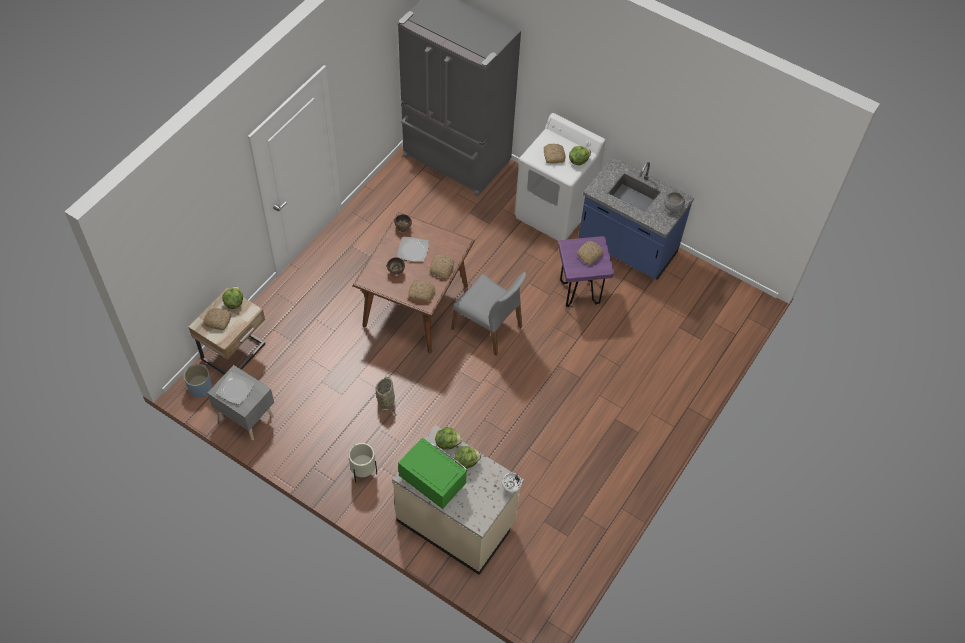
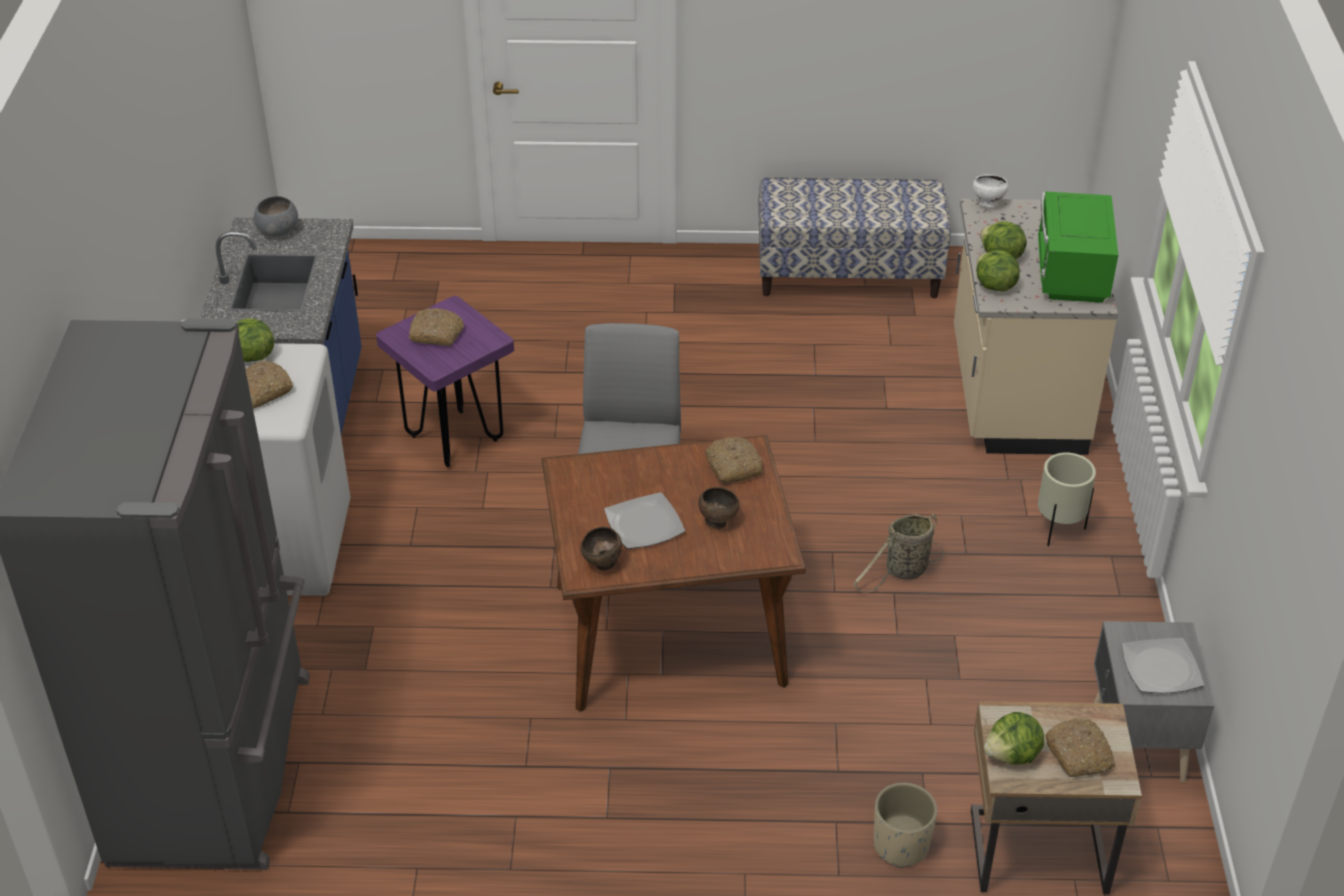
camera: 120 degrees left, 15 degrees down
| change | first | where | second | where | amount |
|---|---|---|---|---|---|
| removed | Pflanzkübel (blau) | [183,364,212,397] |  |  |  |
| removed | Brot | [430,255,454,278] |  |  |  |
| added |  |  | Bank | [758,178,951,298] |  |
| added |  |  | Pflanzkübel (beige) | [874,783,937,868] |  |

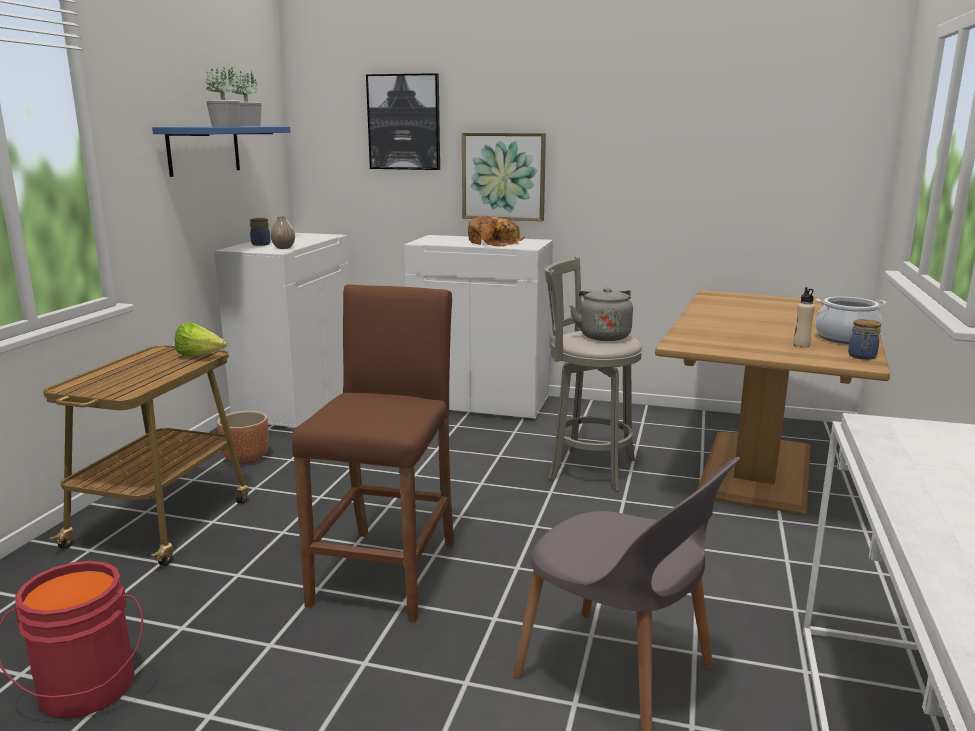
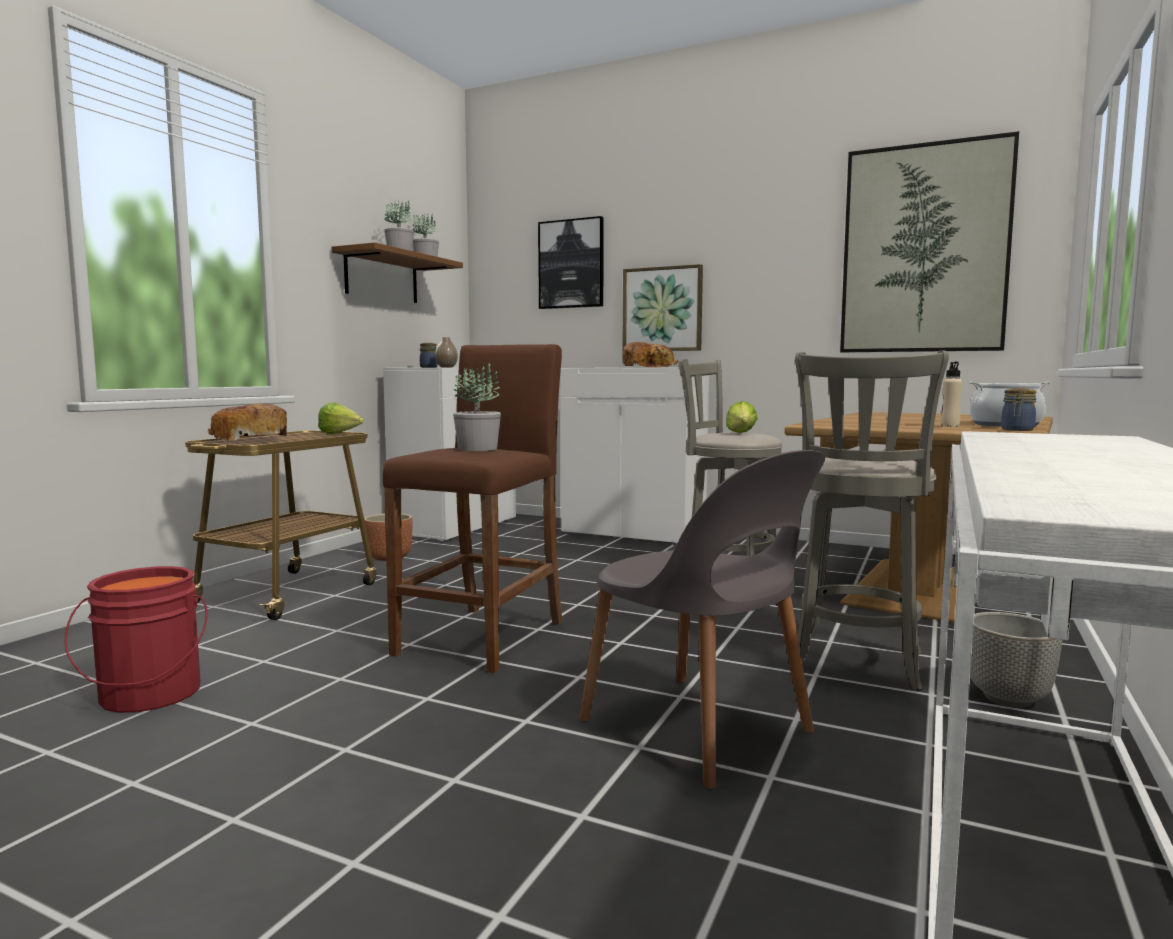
camera: 10 degrees right, 10 degrees down
| change | first | where | second | where | amount |
|---|---|---|---|---|---|
| recoloured | Wandregal (blau) | [152,126,290,177] | Wandregal (braun) | [332,242,463,303] |  |
| replaced | Wasserkessel (grau) | [570,287,633,341] | Salatkopf | [726,401,758,433] |  |
| added |  |  | Brot | [208,404,287,441] |  |
| added |  |  | Topfpflanze | [453,363,501,451] |  |
| added |  |  | Hocker (grau) | [790,351,949,691] |  |
| added |  |  | Bild | [840,131,1019,352] |  |
| added |  |  | Pflanzkübel | [970,612,1063,708] |  |

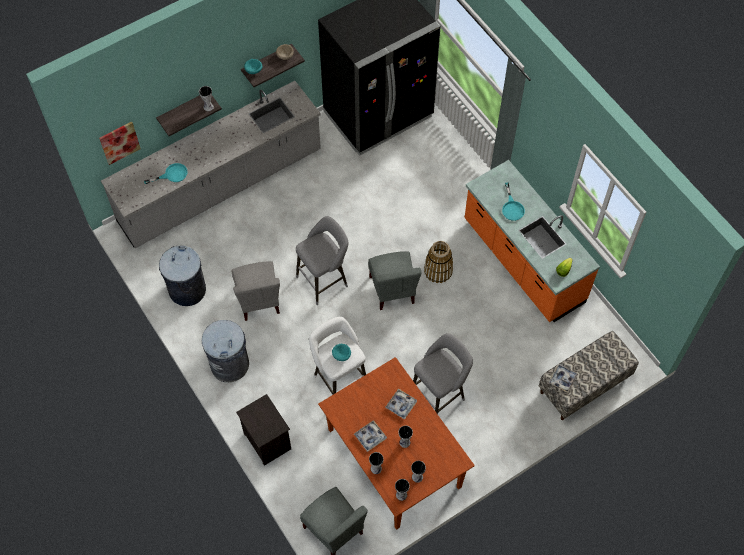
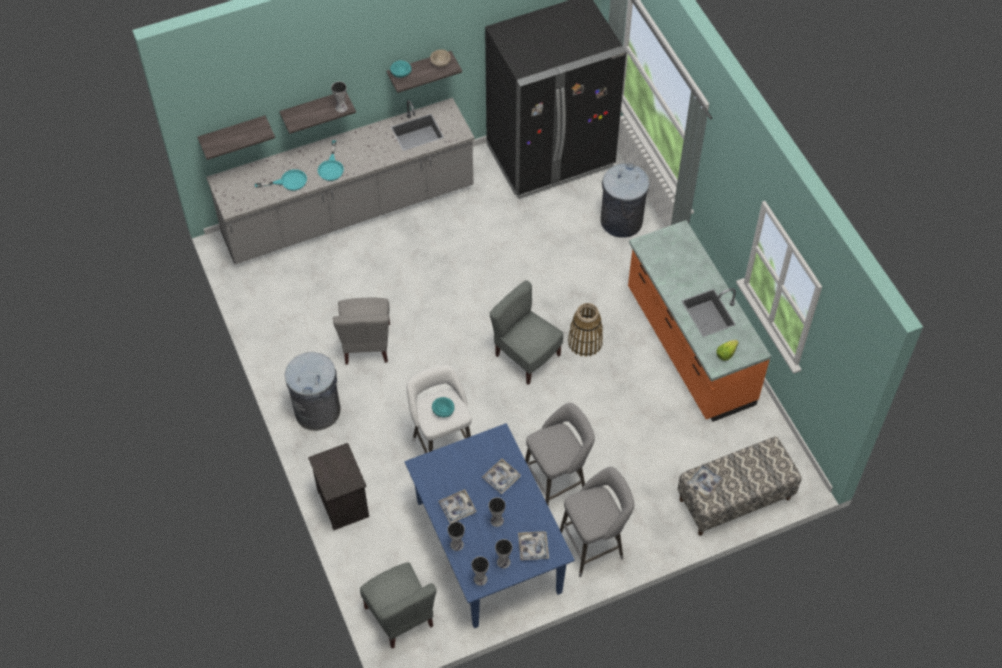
camera: 10 degrees right, 5 degrees down
| change | first | where | second | where | amount |
|---|---|---|---|---|---|
| replaced | Bild | [99,121,141,165] | Wandregal | [198,115,275,160] |  |
| moved | Mülleimer (grau) | [159,245,206,306] |  | [600,163,649,238] |  |
| moved | Hocker (grau) | [296,216,349,305] |  | [560,467,634,577] |  |
| recoloured | Esstisch (braun) | [318,357,475,530] | Esstisch (blau) | [405,423,575,628] |  |
| turned | Stuhl (grau) | [368,251,422,310] |  | [490,280,563,385] | 135 degrees clockwise |
| moved | Pfanne (türkis) | [502,183,525,221] |  | [318,140,344,181] |  |
| added |  |  | Tablett | [518,531,549,560] |  |

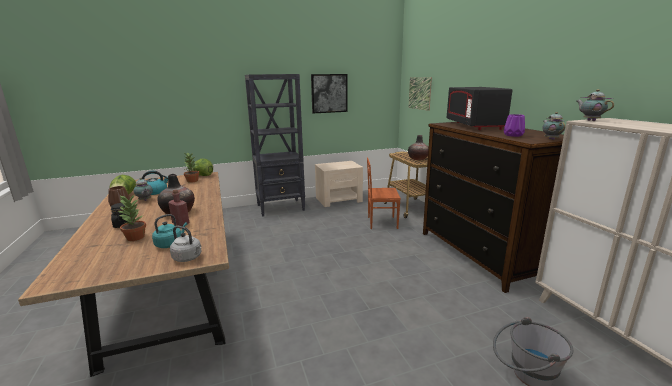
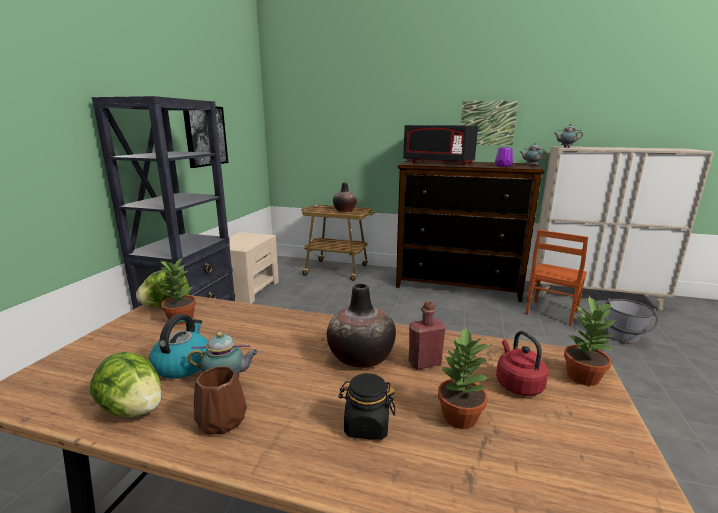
camera: 55 degrees left, 0 degrees up
| change | first | where | second | where | amount |
|---|---|---|---|---|---|
| recoloured | Wasserkessel (türkis) | [152,214,187,248] | Wasserkessel (rot) | [496,331,549,396] |  |
| replaced | Wasserkessel (grau) | [170,226,202,262] | Topfpflanze | [564,296,616,386] |  |
| moved | Stuhl (braun) | [367,158,401,229] |  | [525,230,588,326] |  |
| moved | Bild | [408,77,432,111] |  | [461,100,518,145] |  |

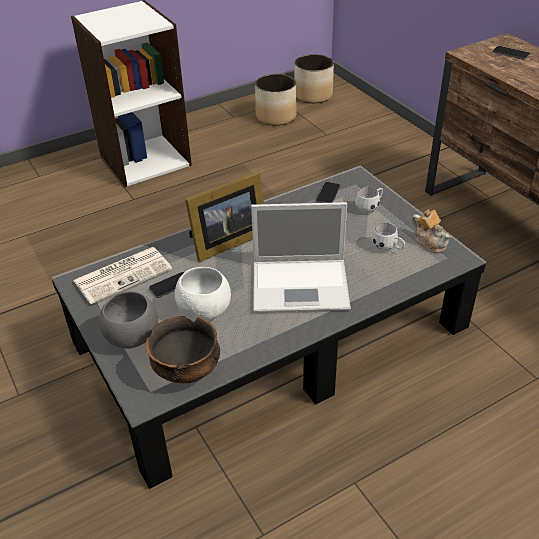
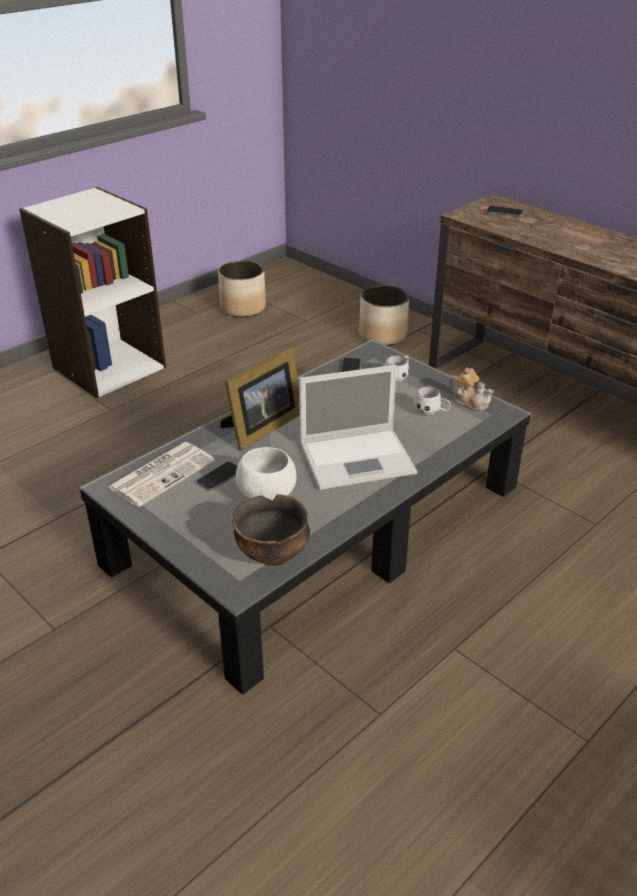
camera: 15 degrees left, 5 degrees down
| change | first | where | second | where | amount |
|---|---|---|---|---|---|
| removed | Schüssel (grau) | [99,291,158,349] |  |  |  |
| moved | Pflanzkübel | [294,54,334,103] |  | [359,285,409,345] |  |

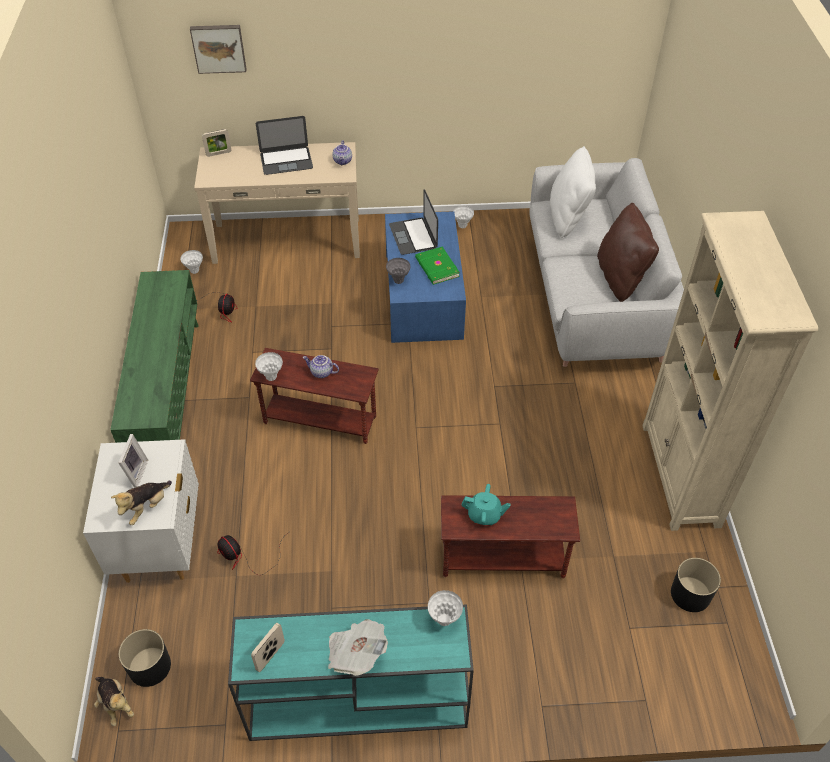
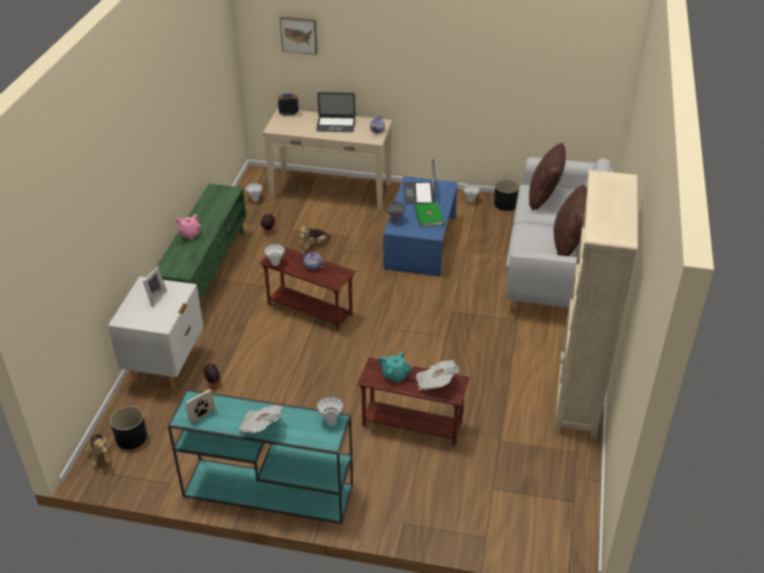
camera: 15 degrees right, 10 degrees down
| change | first | where | second | where | amount |
|---|---|---|---|---|---|
| moved | Plüschtier | [111,480,172,525] |  | [299,226,331,249] |  |
| replaced | Bilderrahmen | [202,129,231,157] | Wecker | [278,93,299,116] |  |
| recoloured | Kissen (weiß) | [550,146,596,238] | Kissen (braun) | [529,142,566,210] |  |
| moved | Pflanzkübel (schwarz) | [671,558,721,612] |  | [494,180,520,211] |  |
| added |  |  | Teekanne (rosa) | [176,214,201,240] |  |
| added |  |  | Zeitung | [416,360,458,390] |  |

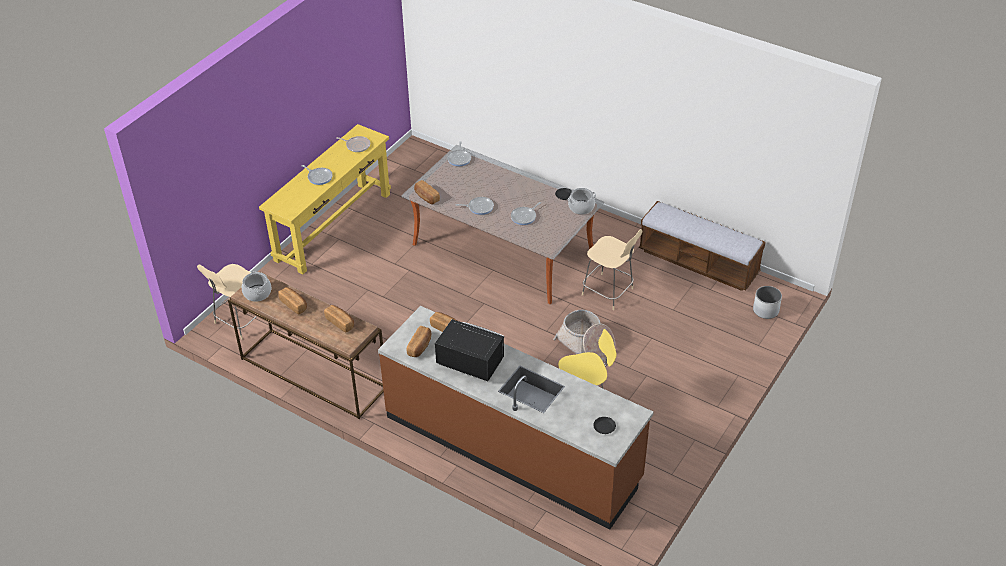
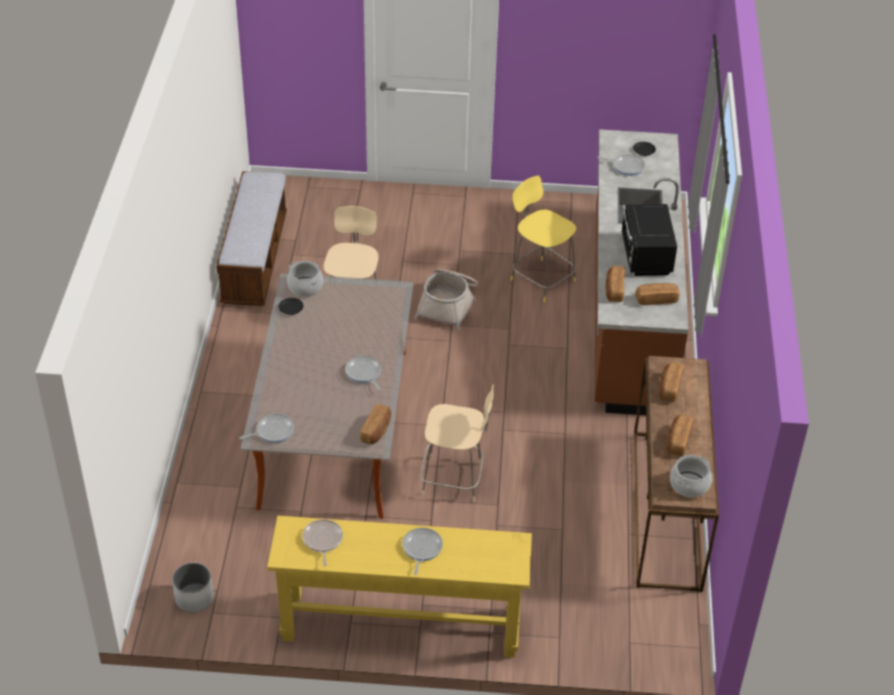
camera: 120 degrees left, 0 degrees up
| change | first | where | second | where | amount |
|---|---|---|---|---|---|
| moved | Hocker (beige) | [197,264,256,340] |  | [420,384,494,502] |  |
| moved | Pfanne | [511,202,541,225] |  | [597,154,645,176] |  |
| moved | Pflanzkübel (weiß) | [753,286,782,319] |  | [172,562,214,613] |  |

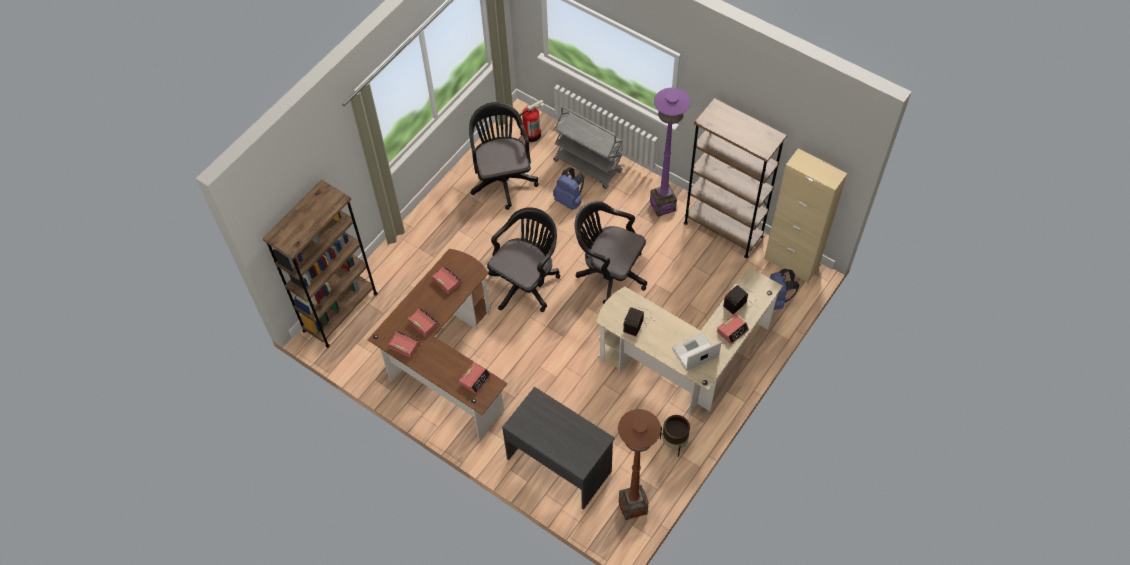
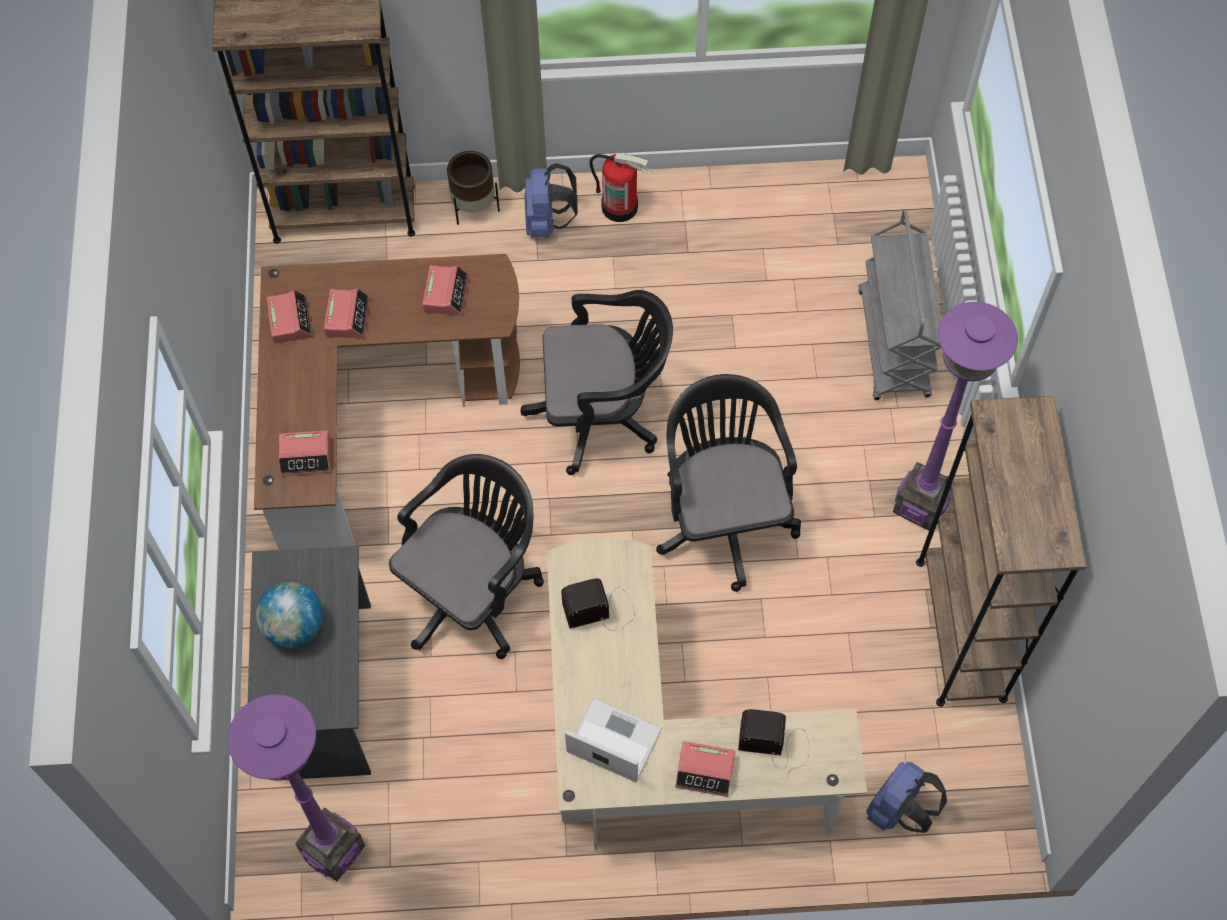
camera: 50 degrees right, 5 degrees up
| change | first | where | second | where | amount |
|---|---|---|---|---|---|
| moved | Bürostuhl (schwarz) | [469,102,538,210] |  | [389,454,544,659] |  |
| moved | Feuerlöscher | [517,99,546,142] |  | [589,153,652,222] |  |
| moved | Rucksack (blau) | [553,167,584,210] |  | [525,163,578,238] |  |
| recoloured | Stehlampe (braun) | [618,409,661,520] | Stehlampe (lila) | [228,694,365,881] |  |
| moved | Pflanzkübel (braun) | [660,415,690,457] |  | [447,151,500,225] |  |
| removed | Schrank (beige) | [764,148,847,283] |  |  |  |
| added |  |  | Globus | [256,582,323,648] |  |

